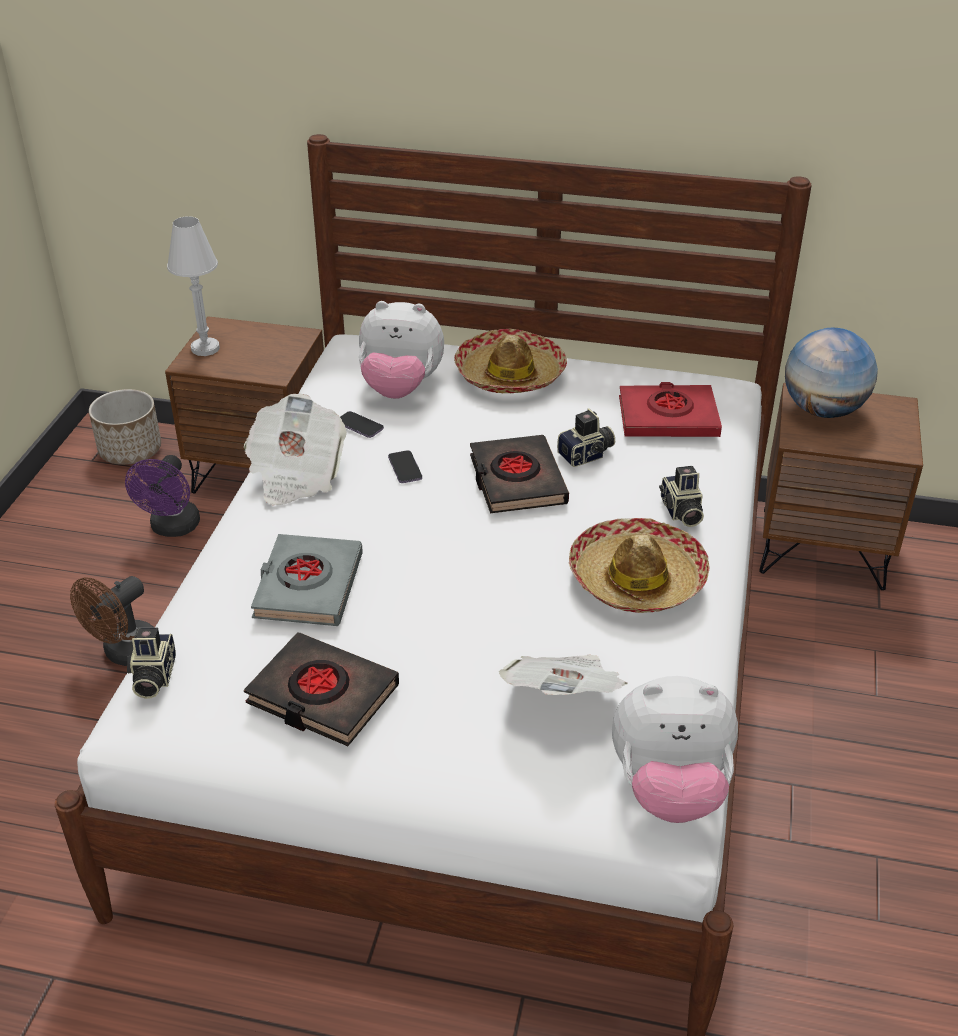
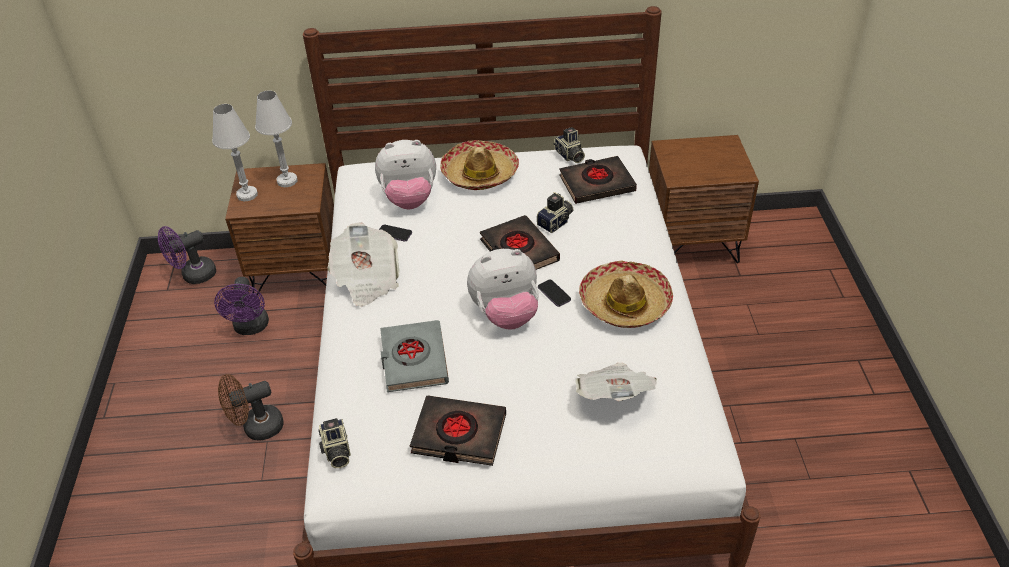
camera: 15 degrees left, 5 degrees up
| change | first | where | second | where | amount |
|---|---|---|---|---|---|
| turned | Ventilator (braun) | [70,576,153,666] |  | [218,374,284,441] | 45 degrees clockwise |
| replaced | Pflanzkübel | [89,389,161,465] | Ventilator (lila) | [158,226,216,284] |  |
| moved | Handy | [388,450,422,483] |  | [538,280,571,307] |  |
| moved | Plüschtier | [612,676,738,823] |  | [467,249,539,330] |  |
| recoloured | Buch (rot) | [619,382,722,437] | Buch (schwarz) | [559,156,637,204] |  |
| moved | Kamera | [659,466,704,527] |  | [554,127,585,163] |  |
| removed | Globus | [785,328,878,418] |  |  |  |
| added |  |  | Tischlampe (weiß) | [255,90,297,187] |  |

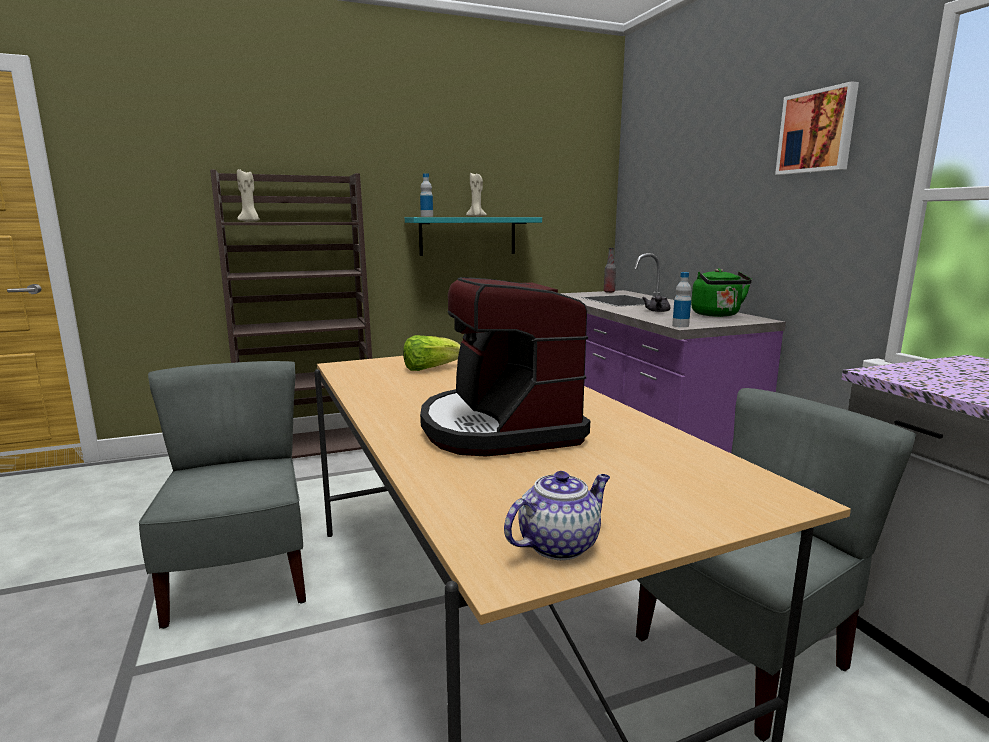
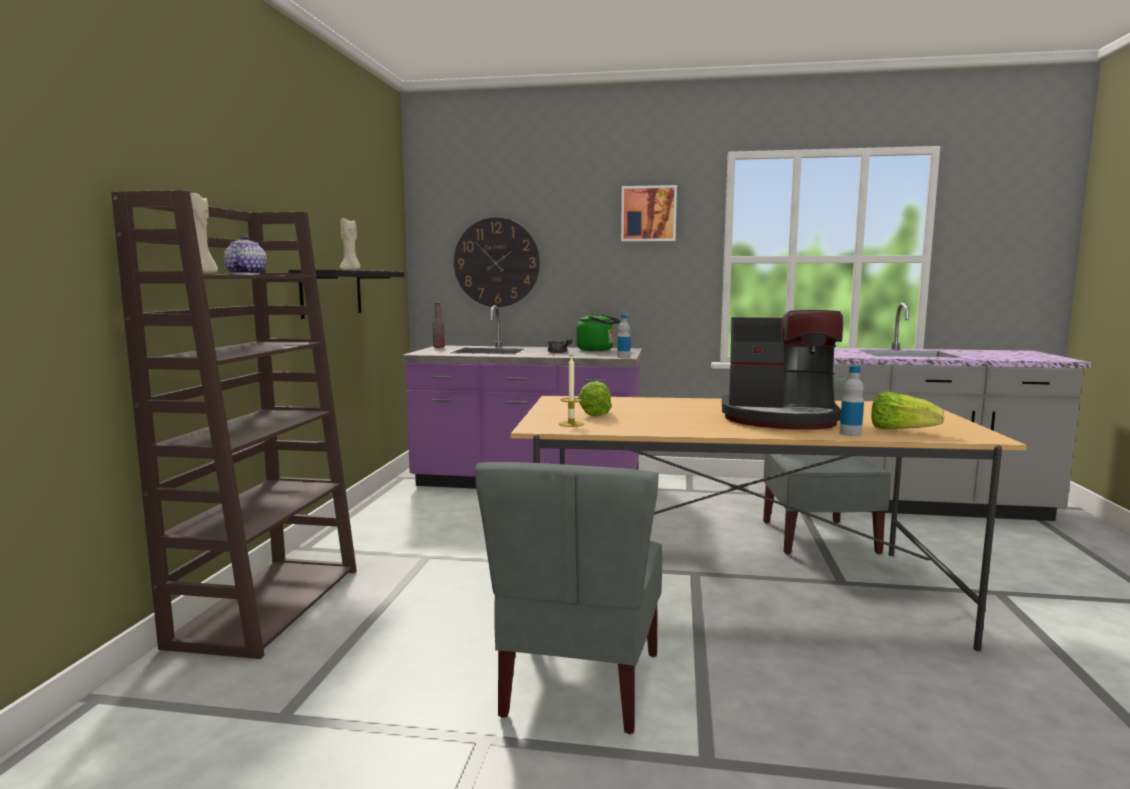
camera: 60 degrees left, 5 degrees down
| change | first | where | second | where | amount |
|---|---|---|---|---|---|
| turned | Stuhl (grau) | [139,361,306,629] |  | [475,462,662,734] | 90 degrees counterclockwise |
| recoloured | Wandregal (türkis) | [405,217,542,256] | Wandregal (schwarz) | [288,270,404,319] |  |
| moved | Flasche | [420,173,433,217] |  | [840,366,864,436] |  |
| moved | Teekanne | [504,471,610,560] |  | [224,235,267,275] |  |
| added |  |  | Wanduhr | [454,217,540,307] |  |
| added |  |  | Kerze | [559,356,584,427] |  |
| added |  |  | Salatkopf | [871,392,945,429] |  |

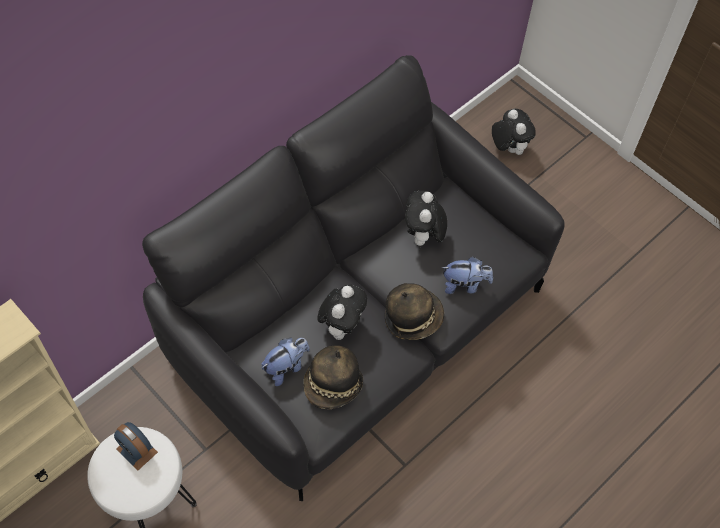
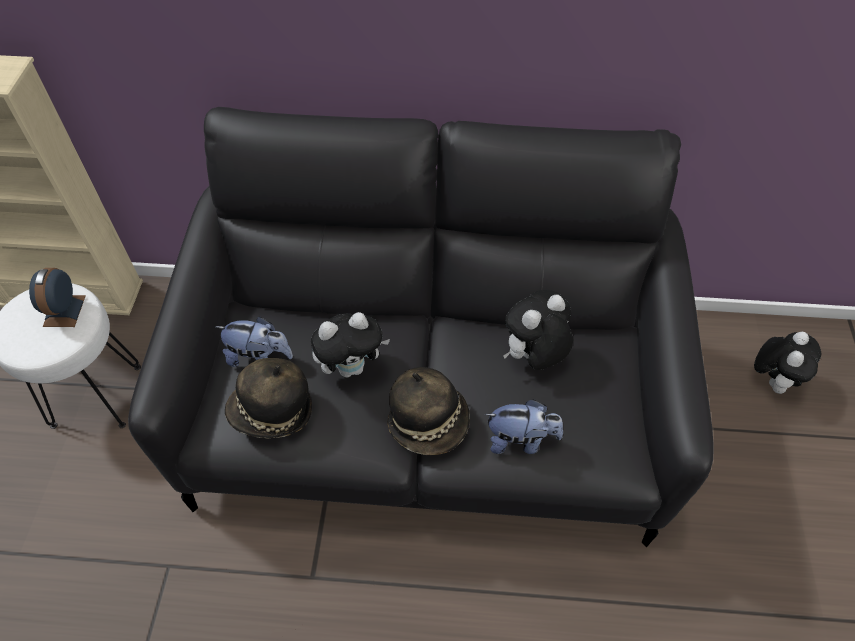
camera: 50 degrees right, 5 degrees down
| change | first | where | second | where | amount |
|---|---|---|---|---|---|
| turned | Plüschtier | [441,257,493,294] |  | [484,399,563,454] | 45 degrees counterclockwise |

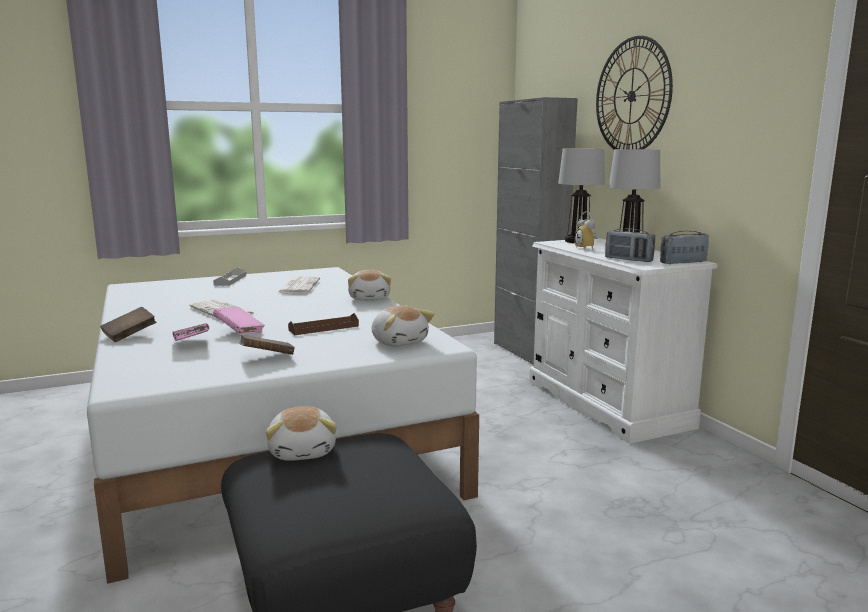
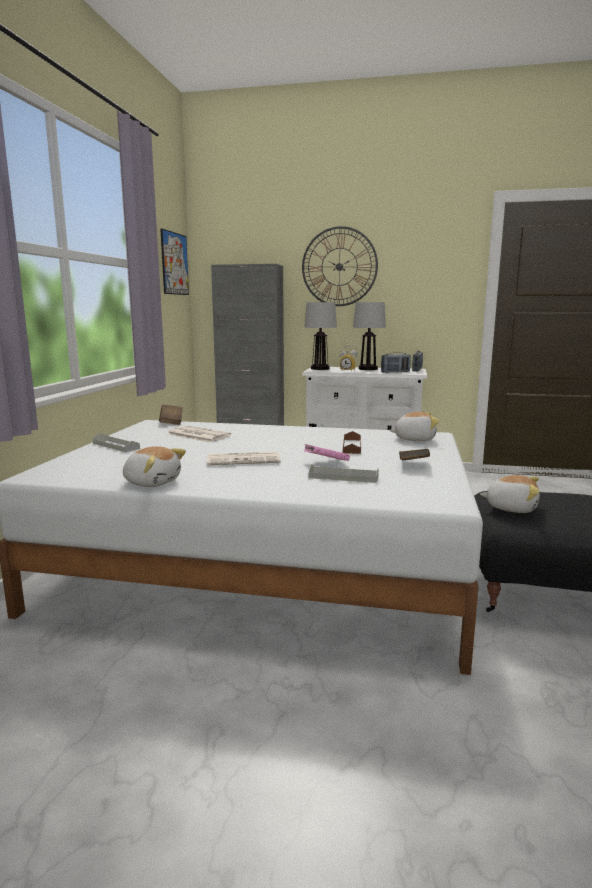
camera: 55 degrees left, 0 degrees up
| change | first | where | second | where | amount |
|---|---|---|---|---|---|
| moved | Buch (braun) | [100,307,156,342] |  | [159,405,183,425] |  |
| replaced | Buch (rosa) | [173,323,209,341] | Tablett (grau) | [309,464,379,483] |  |
| moved | Plüschtier | [348,270,391,301] |  | [123,446,186,487] |  |
| added |  |  | Bild | [160,228,189,295] |  |

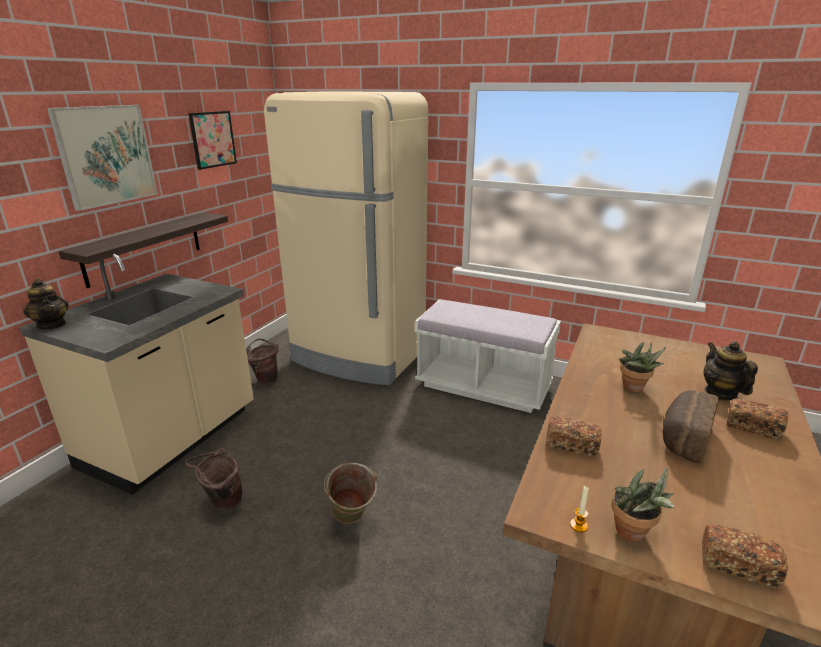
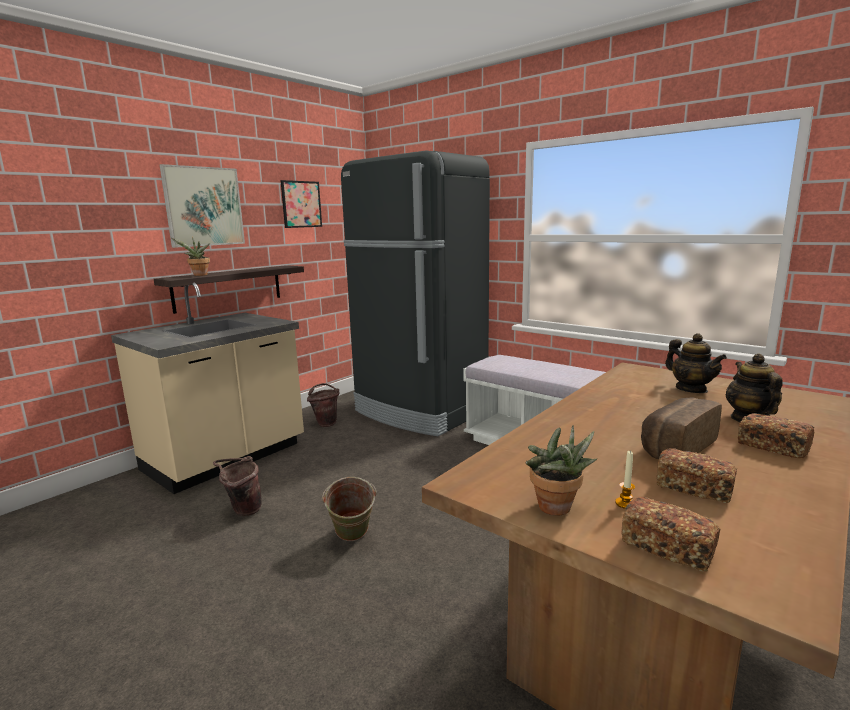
camera: 15 degrees right, 10 degrees down
| change | first | where | second | where | amount |
|---|---|---|---|---|---|
| moved | Teekanne | [23,278,68,329] |  | [665,333,727,393] |  |
| recoloured | Kühlschrank (beige) | [264,91,428,385] | Kühlschrank (schwarz) | [341,150,490,436] |  |
| moved | Brot | [546,416,602,457] |  | [656,448,737,503] |  |
| moved | Kerze | [570,486,589,532] |  | [615,450,635,509] |  |
| moved | Topfpflanze | [619,342,666,392] |  | [171,237,210,276] |  |

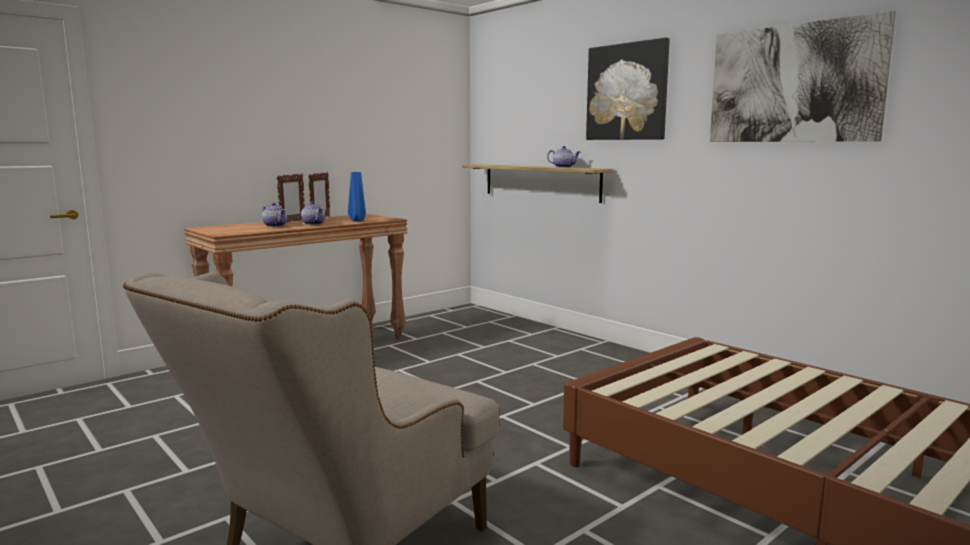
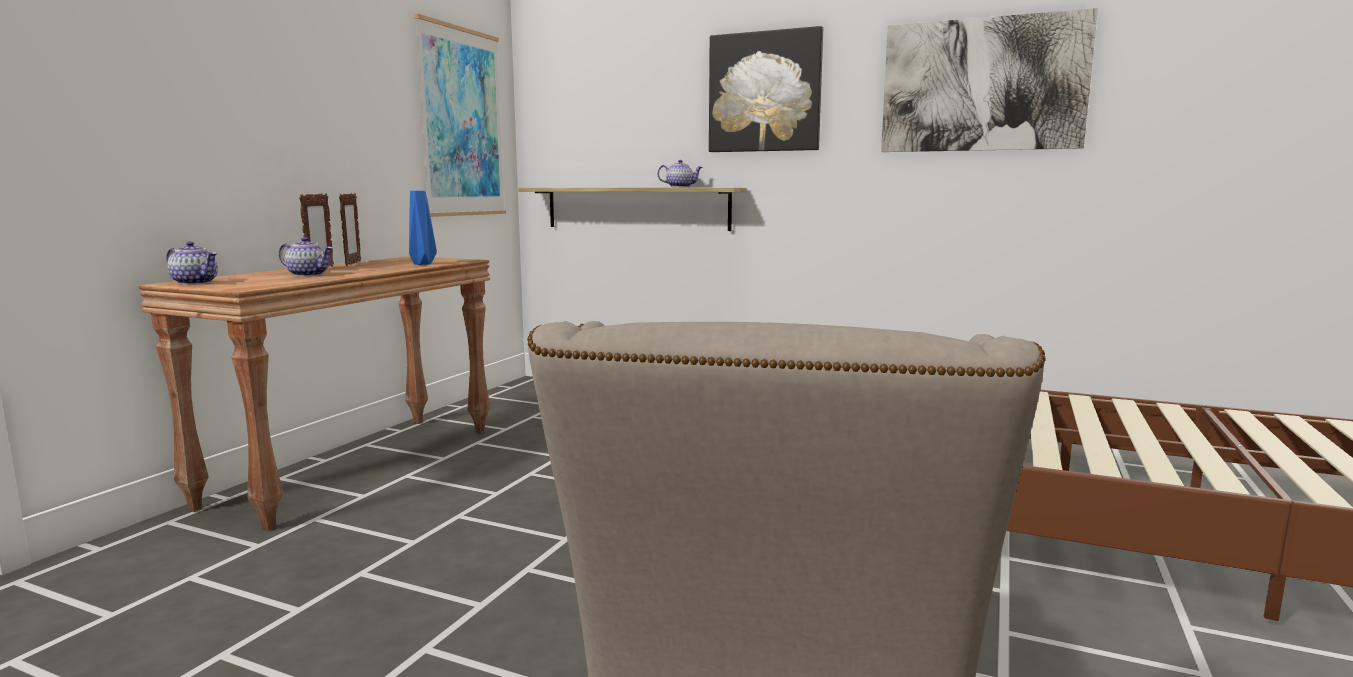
camera: 25 degrees left, 0 degrees up
| change | first | where | second | where | amount |
|---|---|---|---|---|---|
| moved | Teekanne | [301,201,325,225] |  | [166,241,218,285] |  |
| added |  |  | Bild | [414,14,506,217] |  |

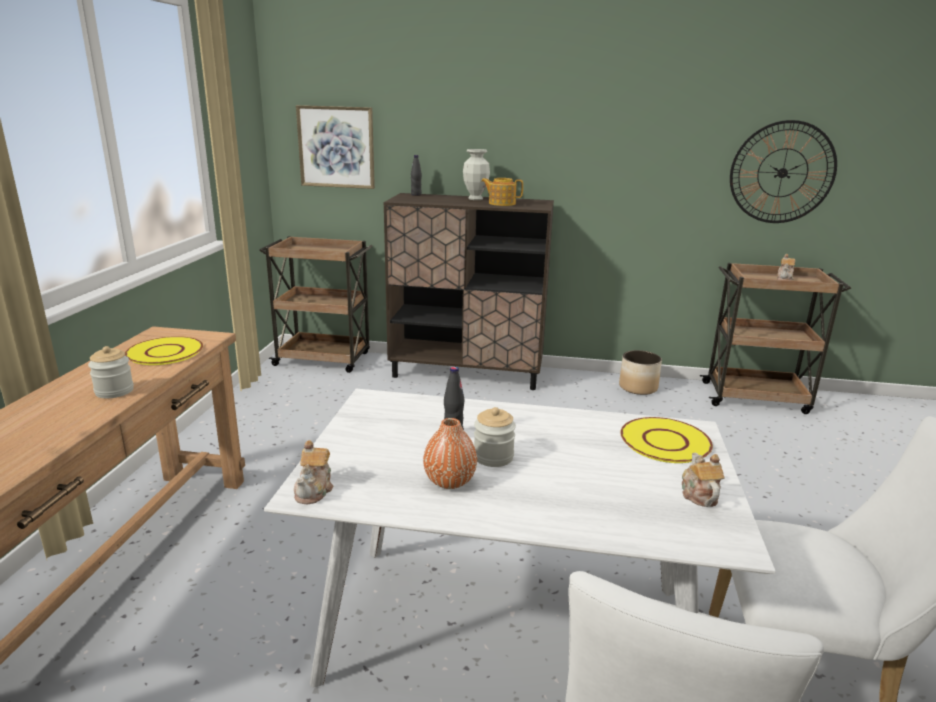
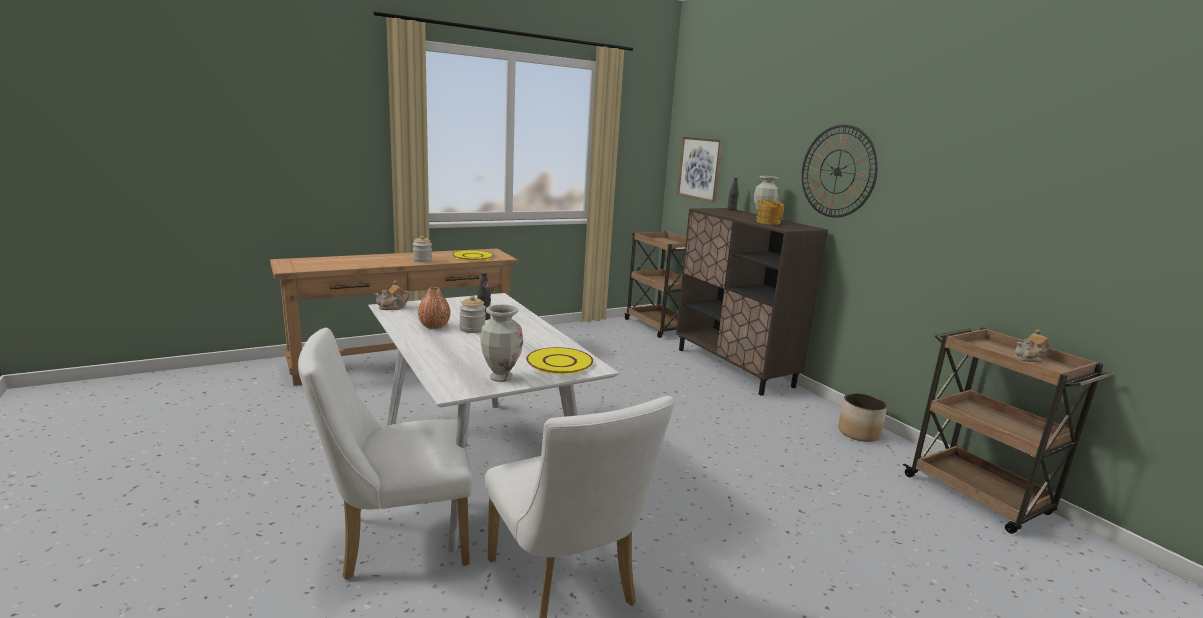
camera: 50 degrees right, 5 degrees down
| change | first | where | second | where | amount |
|---|---|---|---|---|---|
| replaced | Teekanne | [682,453,725,507] | Vase | [480,304,523,382] |  |
| moved | Wanduhr | [730,120,837,223] |  | [802,125,878,218] |  |

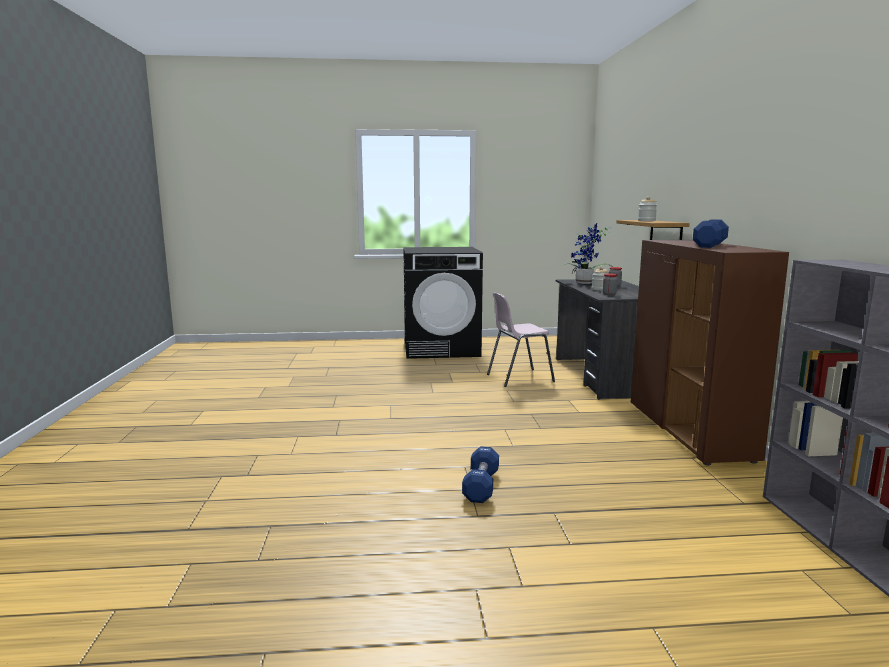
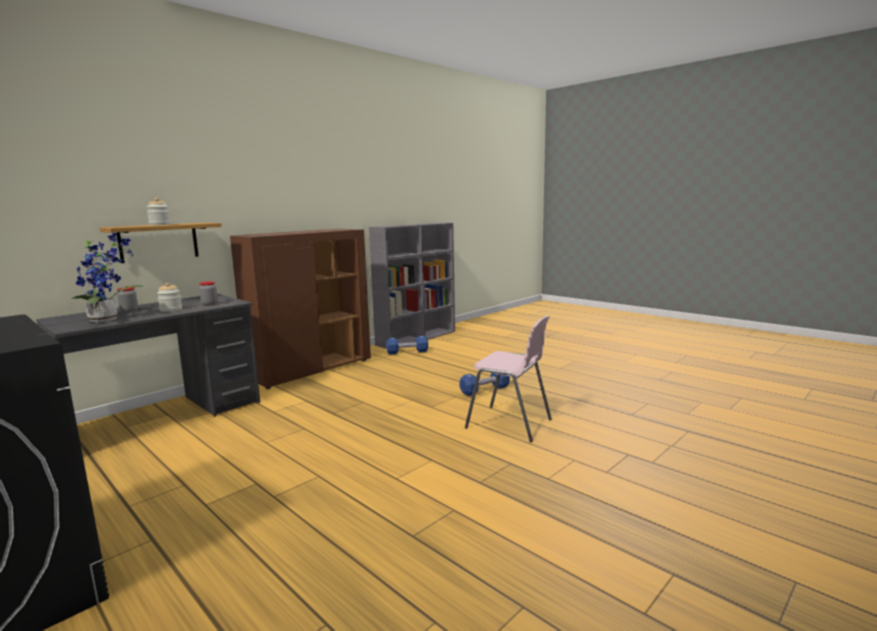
camera: 130 degrees left, 0 degrees up
| change | first | where | second | where | amount |
|---|---|---|---|---|---|
| moved | Stuhl (rosa) | [487,293,555,387] |  | [465,316,552,442] |  |
| moved | Hantel (blau) | [693,219,729,248] |  | [386,336,428,354] |  |

